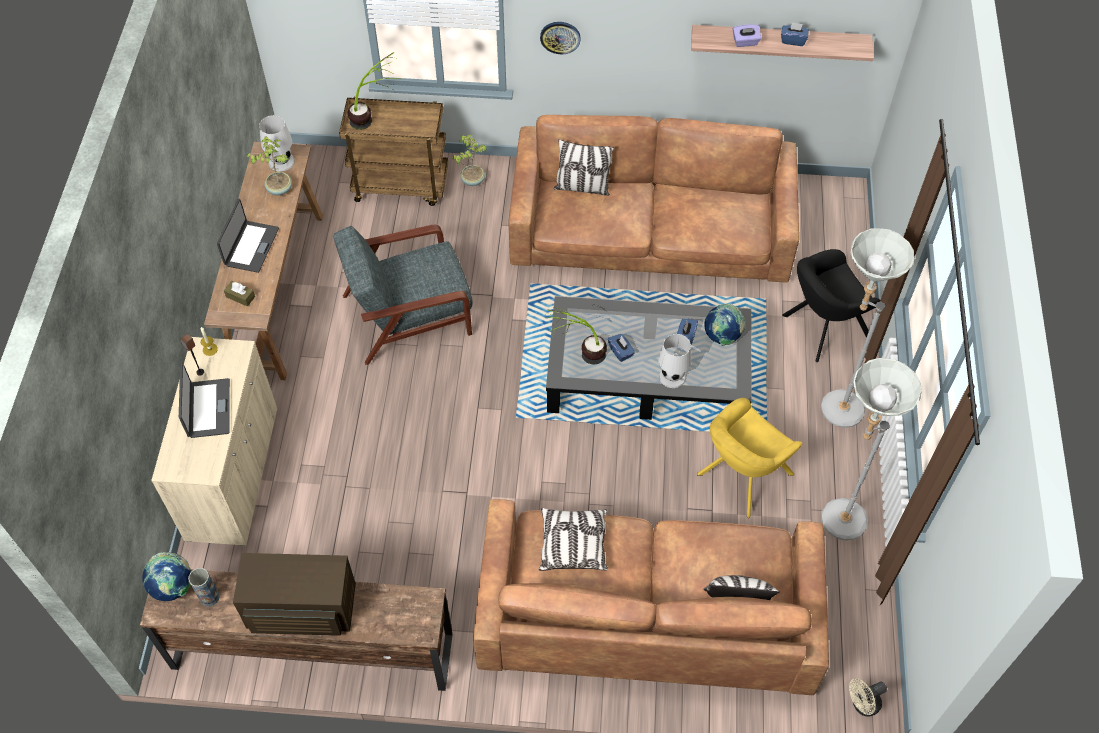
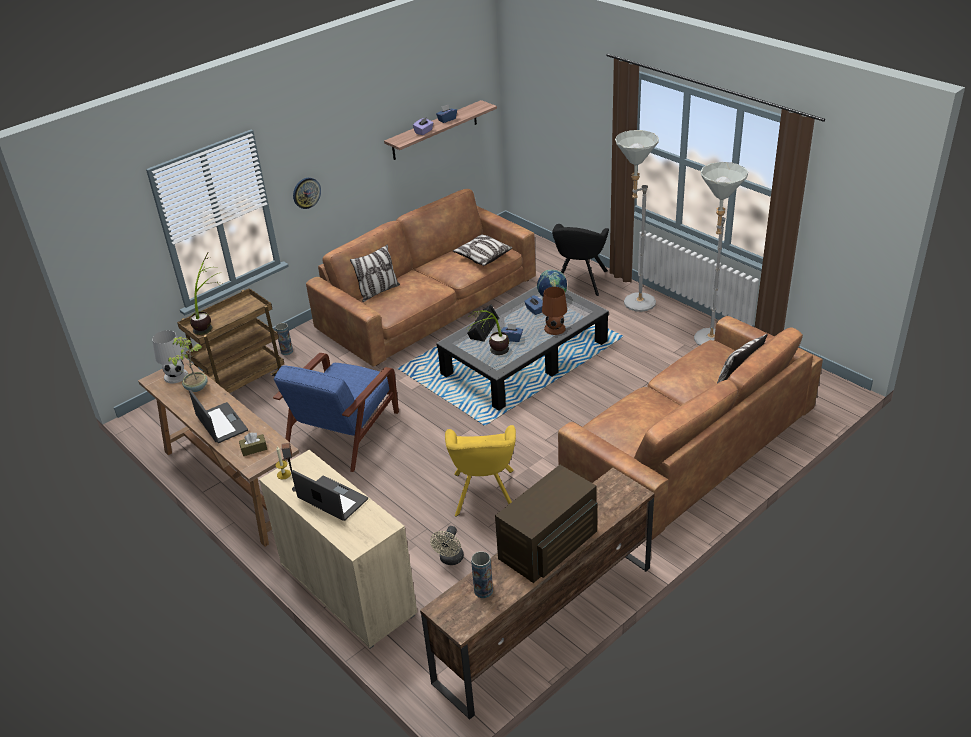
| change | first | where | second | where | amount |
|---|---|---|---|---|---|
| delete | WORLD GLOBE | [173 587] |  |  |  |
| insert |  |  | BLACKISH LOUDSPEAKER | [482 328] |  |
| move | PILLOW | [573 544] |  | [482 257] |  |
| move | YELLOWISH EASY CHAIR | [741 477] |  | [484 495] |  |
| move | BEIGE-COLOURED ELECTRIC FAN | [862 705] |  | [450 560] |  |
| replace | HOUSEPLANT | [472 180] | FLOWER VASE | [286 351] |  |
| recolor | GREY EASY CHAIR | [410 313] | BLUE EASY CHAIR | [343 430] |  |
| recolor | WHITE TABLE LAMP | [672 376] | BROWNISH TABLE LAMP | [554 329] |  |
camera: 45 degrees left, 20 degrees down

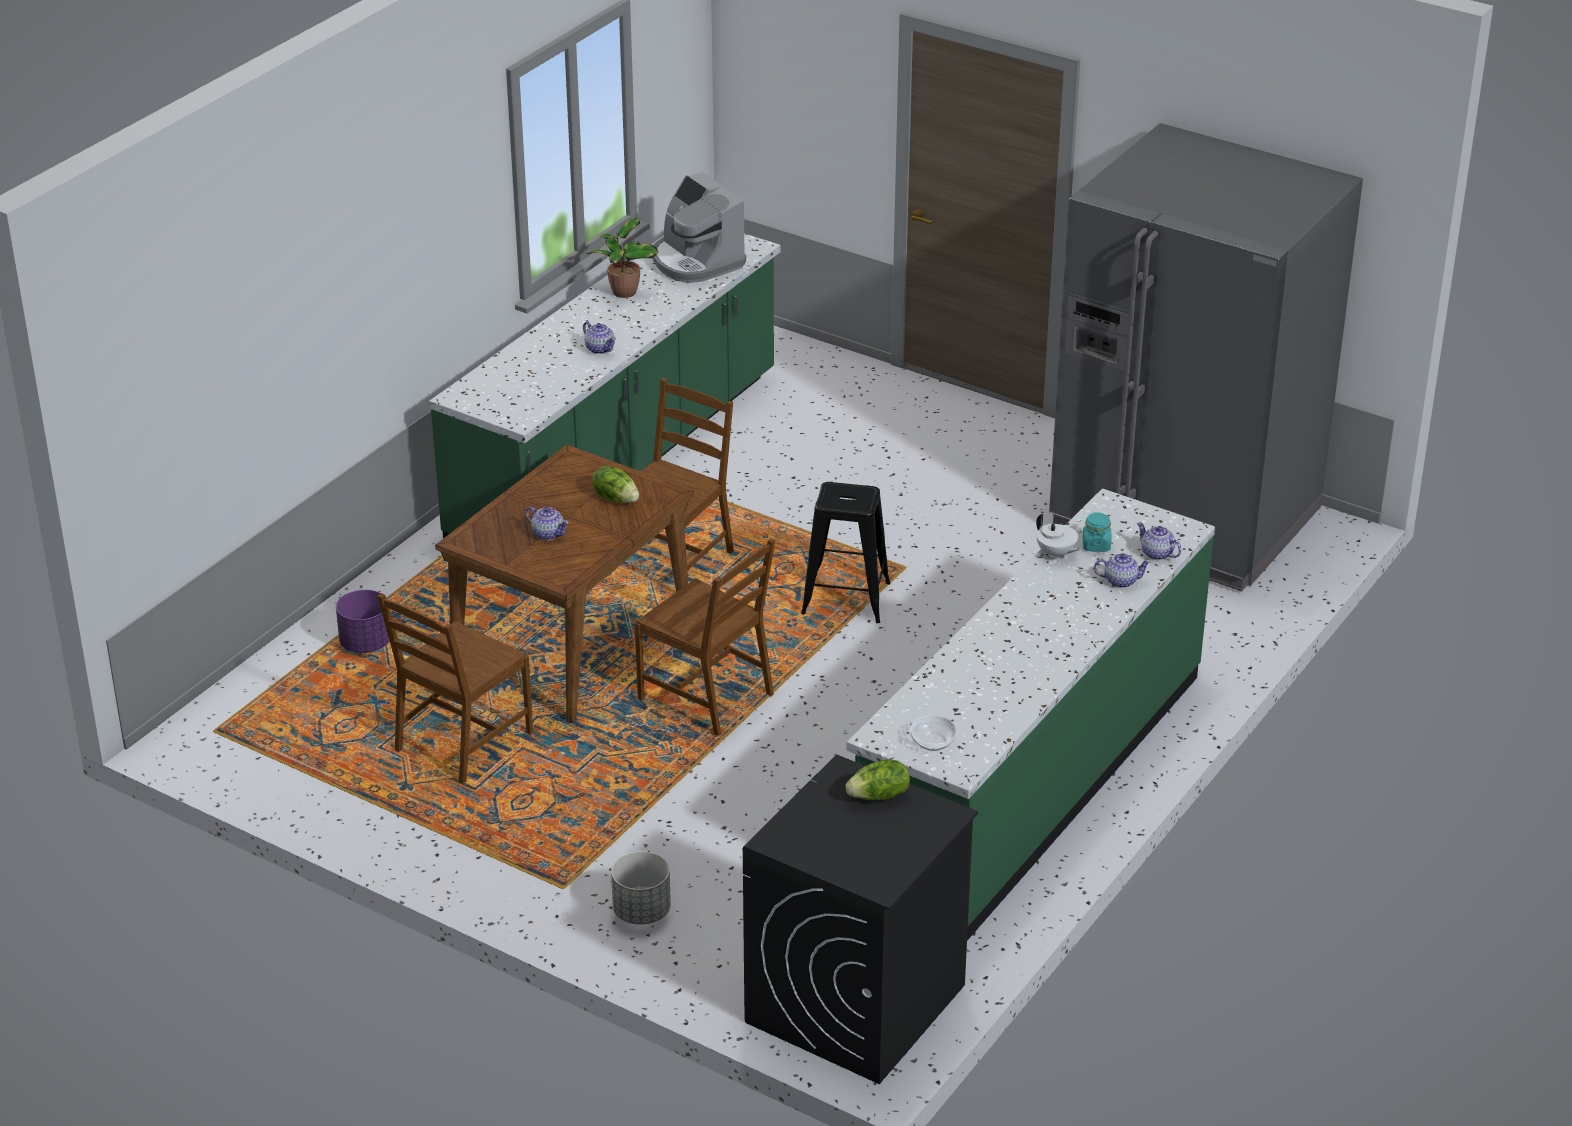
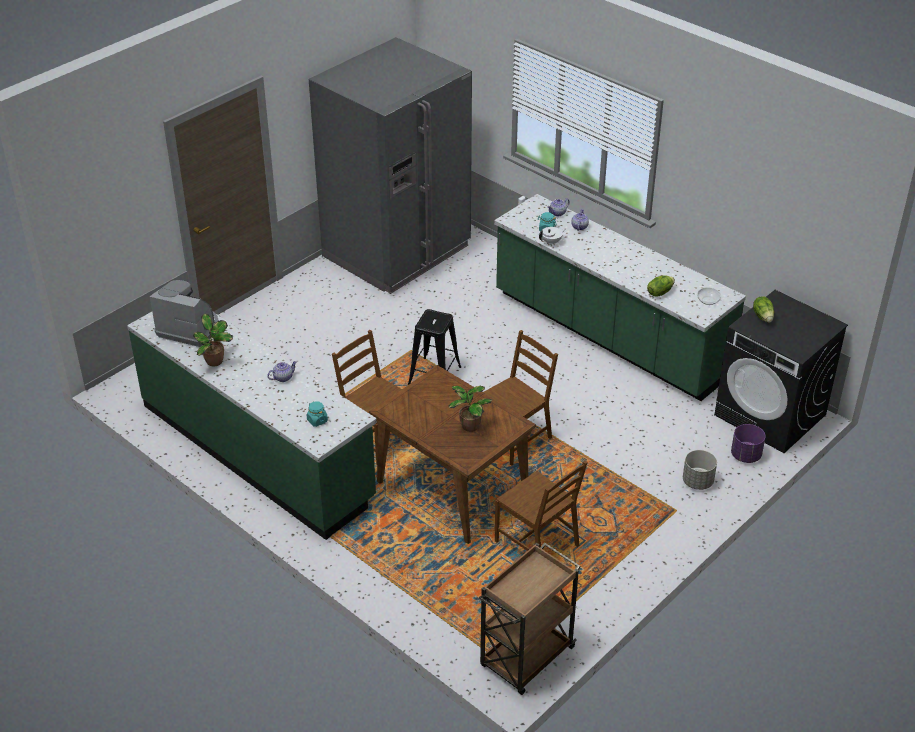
| change | first | where | second | where | amount |
|---|---|---|---|---|---|
| insert |  |  | BLUE-GREEN JAR | [317 420] |  |
| insert |  |  | BROWNISH CART | [526 658] |  |
| move | PURPLISH PLANT POT | [365 643] |  | [745 455] |  |
| move | LETTUCE | [616 498] |  | [659 292] |  |
| replace | TEA POT | [548 534] | HOUSEPLANT | [469 426] |  |
| rotate | COFFEE BREWER | [695 261] |  | [189 328] | 135 degrees counterclockwise |
camera: 80 degrees left, 5 degrees up

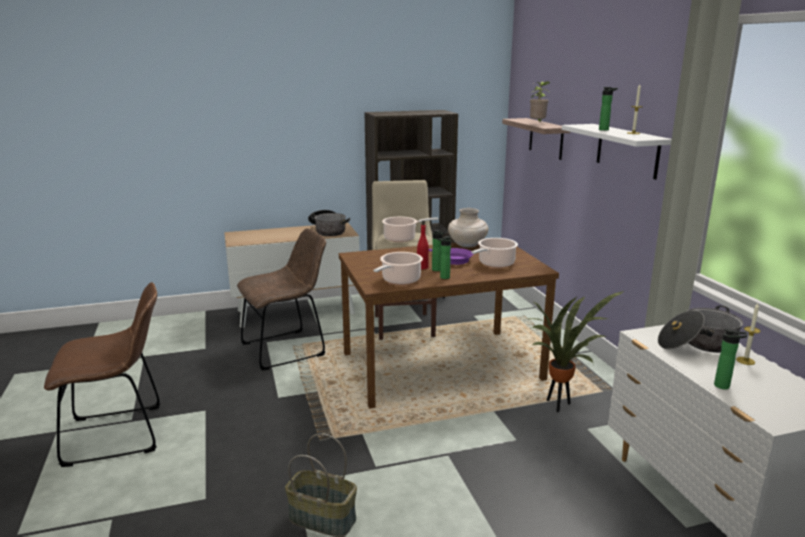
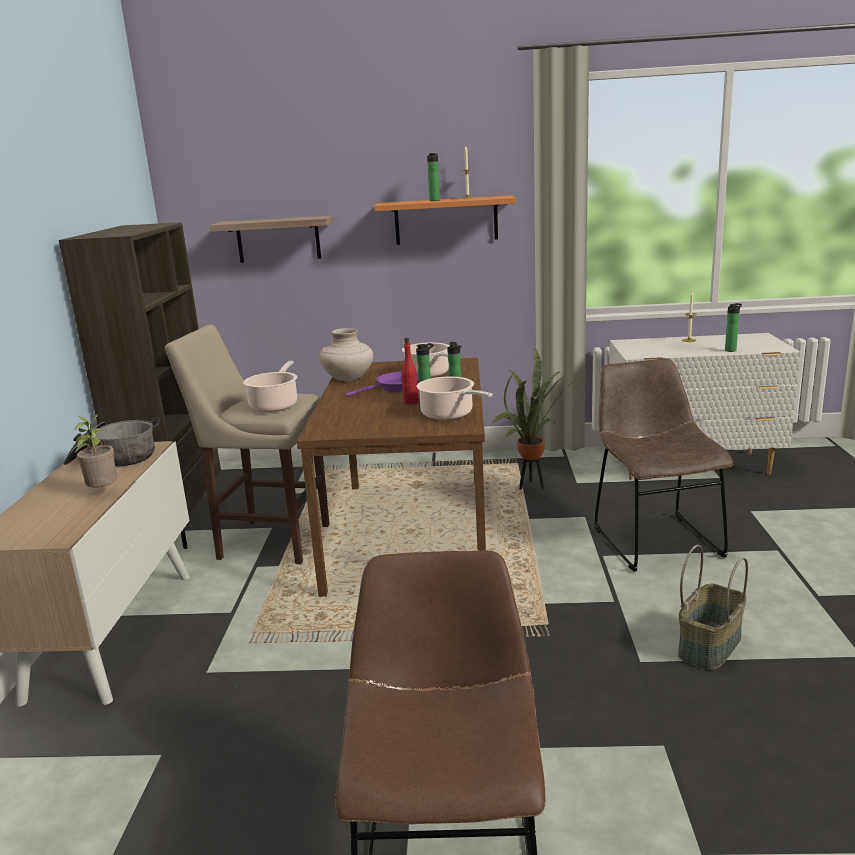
| change | first | where | second | where | amount |
|---|---|---|---|---|---|
| delete | STOCKPOT | [697 344] |  |  |  |
| move | BROWNISH PLAIN CHAIR | [287 348] |  | [653 539] |  |
| move | HOUSEPLANT | [538 124] |  | [103 492] |  |
| recolor | WHITE SHELF | [627 150] | ORANGE SHELF | [446 220] |  |
camera: 70 degrees left, 0 degrees up

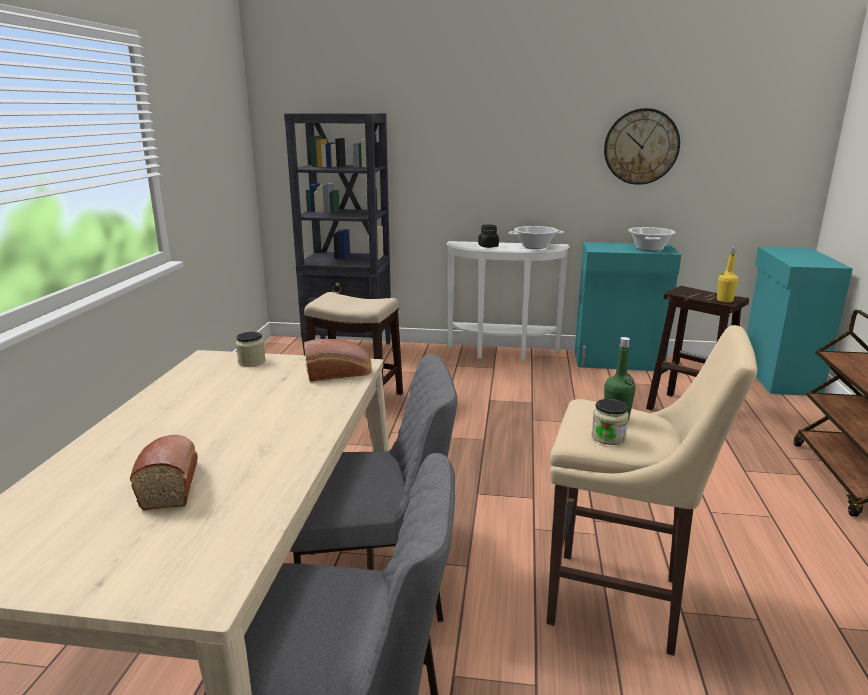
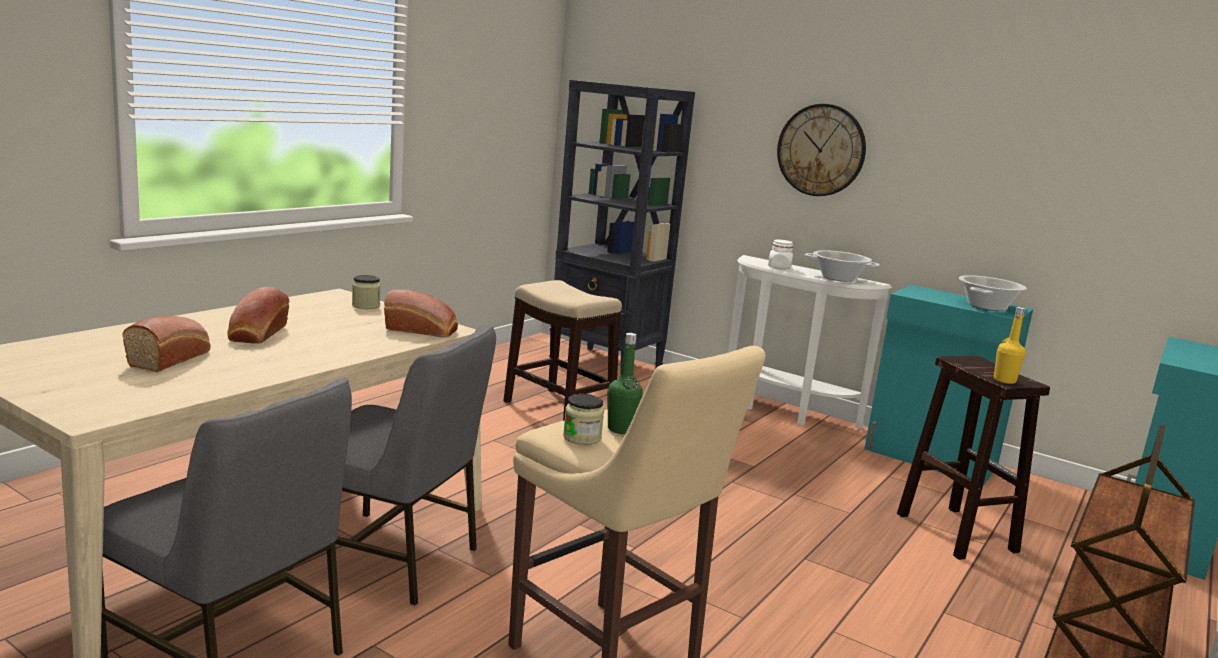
| change | first | where | second | where | amount |
|---|---|---|---|---|---|
| insert |  |  | BAKED BREAD | [257 334] |  |
| move | WALL CLOCK | [641 146] |  | [821 150] |  |
| recolor | BLACKISH JAR | [488 246] | WHITE JAR | [779 267] |  |
camera: 25 degrees right, 5 degrees down

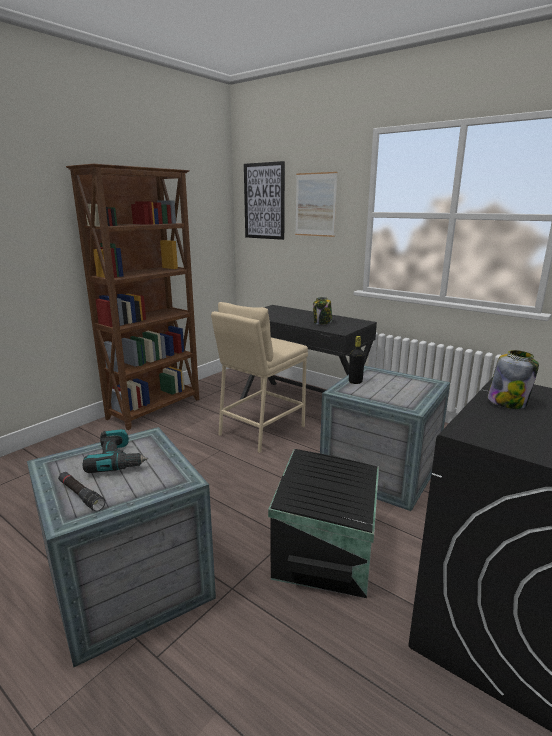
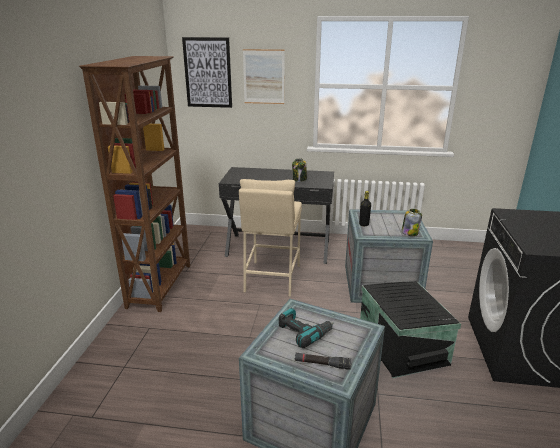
| change | first | where | second | where | amount |
|---|---|---|---|---|---|
| move | JAR | [507 402] |  | [409 233] |  |
camera: 30 degrees left, 5 degrees up

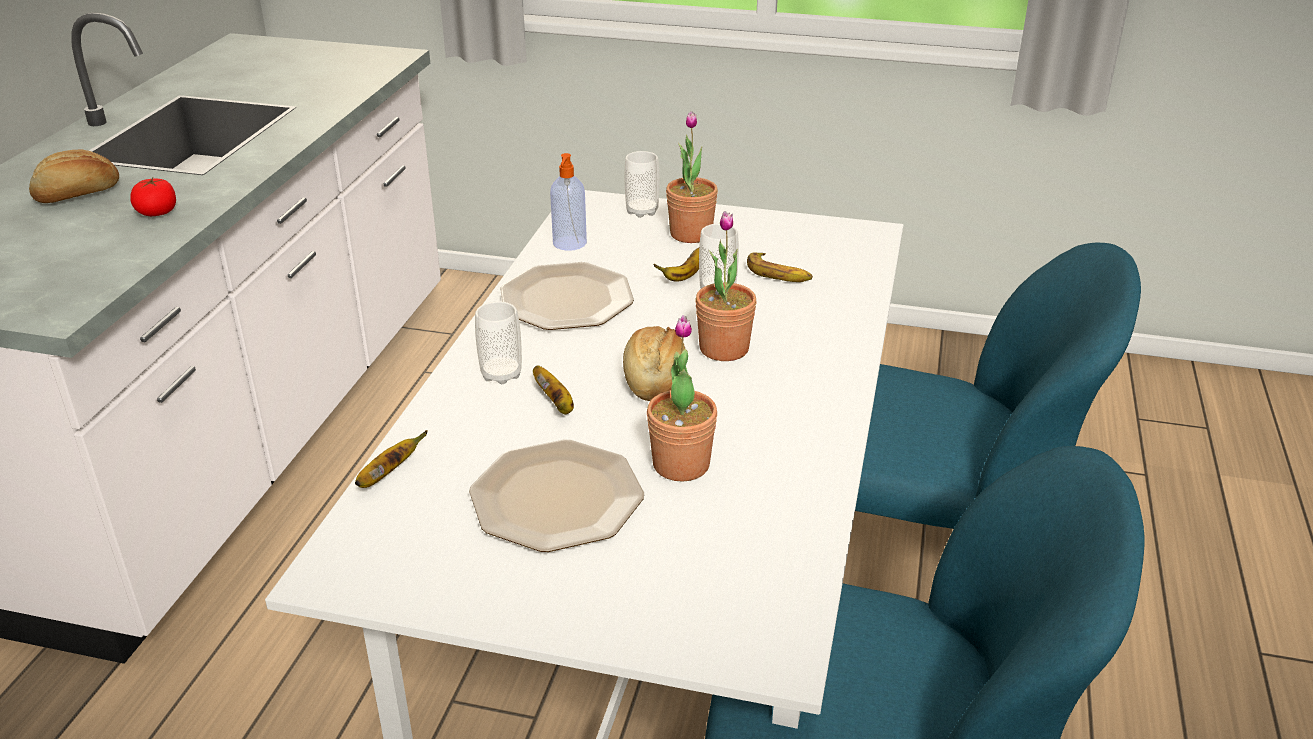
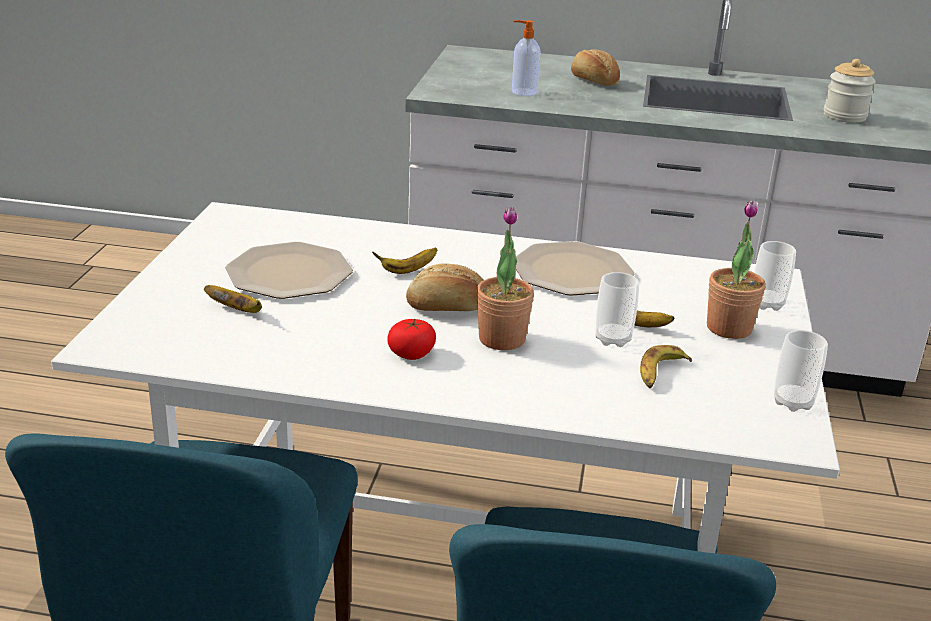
| change | first | where | second | where | amount |
|---|---|---|---|---|---|
| delete | HOUSEPLANT | [681 464] |  |  |  |
| insert |  |  | JAR | [844 116] |  |
| move | TOMATO | [157 212] |  | [411 353] |  |
| move | BANANA FRUIT | [388 474] |  | [237 310] |  |
| move | CUP | [501 374] |  | [793 402] |  |
| move | LIQUID SOAP BOTTLE | [569 244] |  | [523 92] |  |
camera: 85 degrees right, 5 degrees down

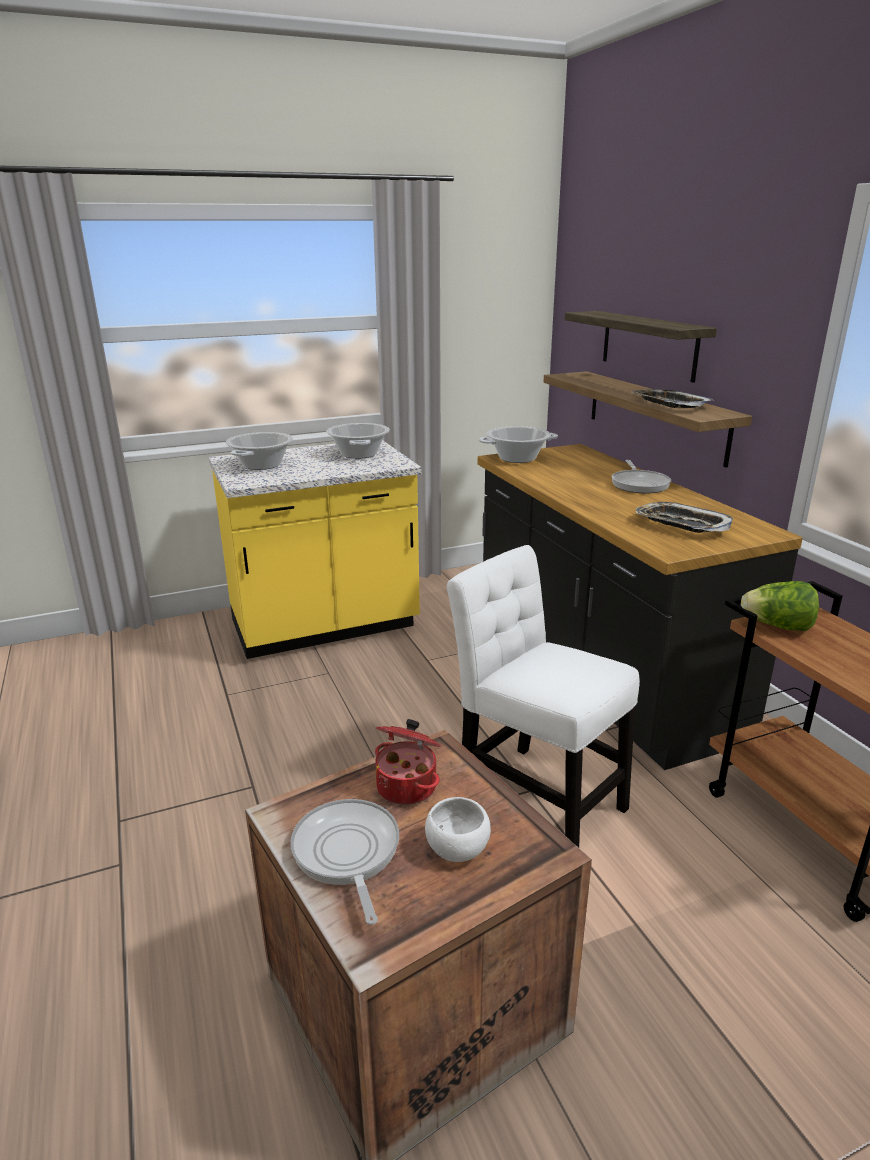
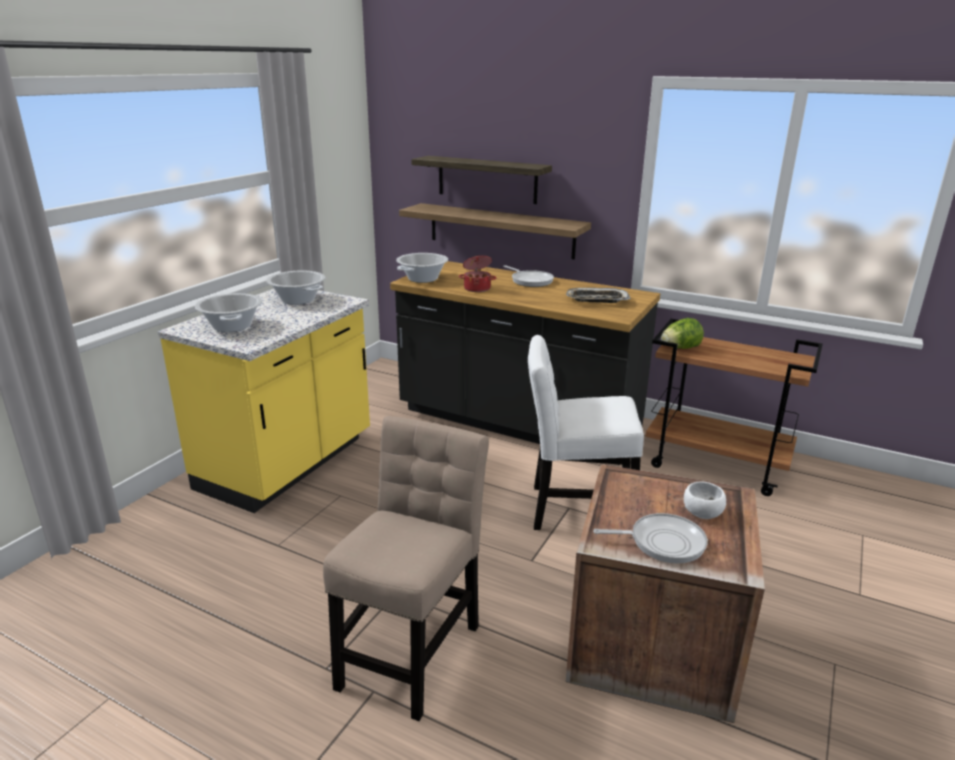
| change | first | where | second | where | amount |
|---|---|---|---|---|---|
| delete | SERVING TRAY | [670 404] |  |  |  |
| insert |  |  | BEIGE-COLOURED PLAIN CHAIR | [412 649] |  |
| move | STOCKPOT | [408 786] |  | [477 288] |  |
| rotate | FRYING PAN | [347 853] |  | [662 542] | 150 degrees clockwise |
camera: 40 degrees left, 0 degrees up

